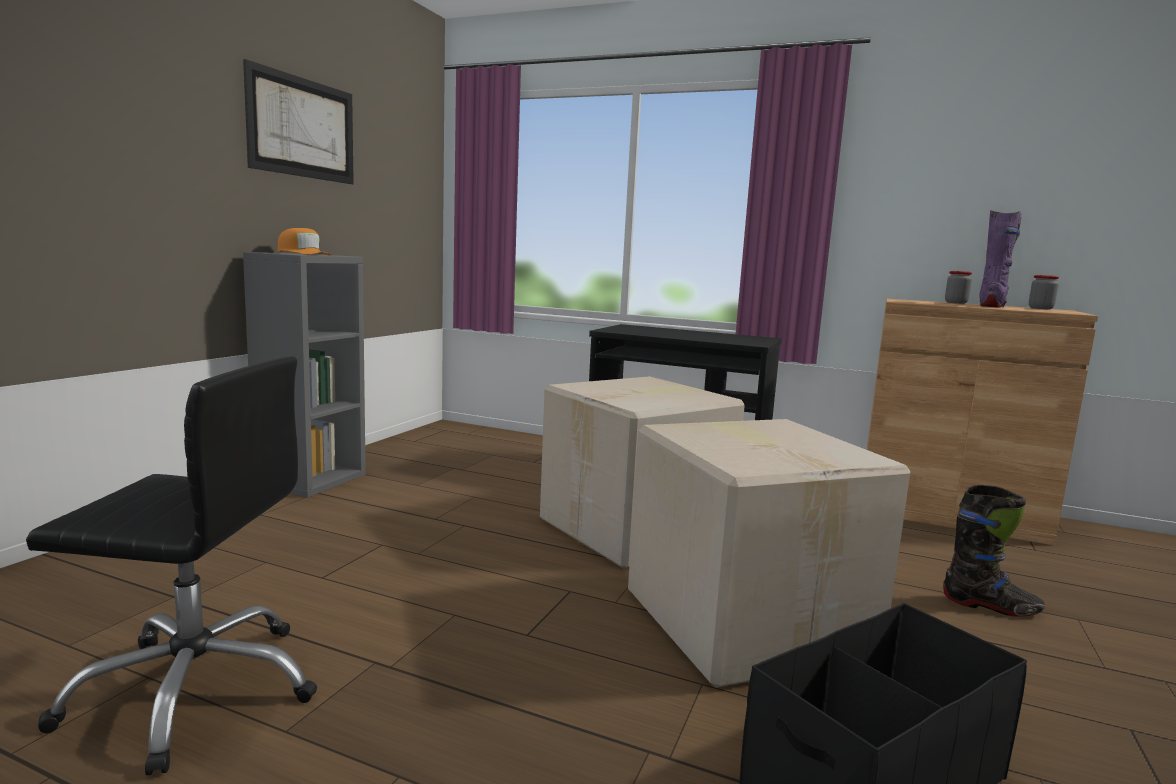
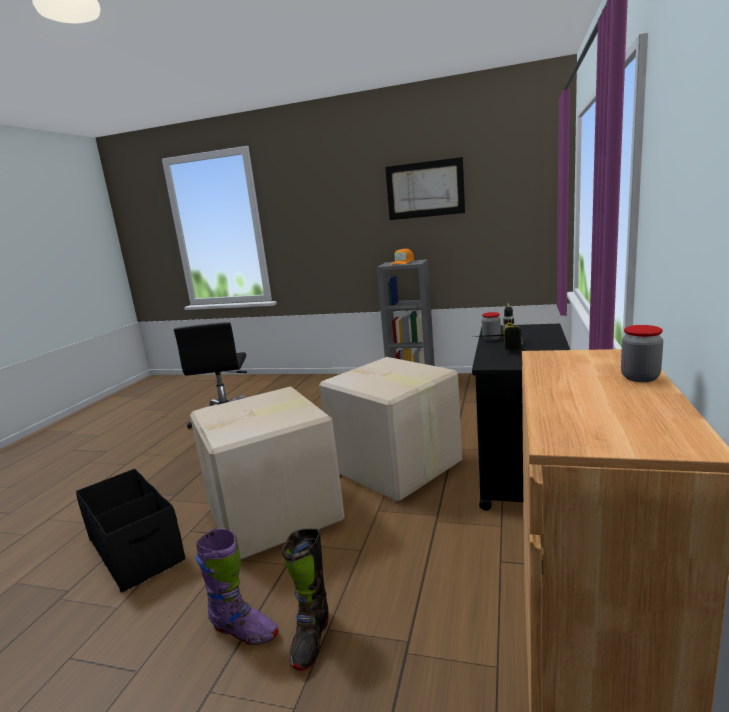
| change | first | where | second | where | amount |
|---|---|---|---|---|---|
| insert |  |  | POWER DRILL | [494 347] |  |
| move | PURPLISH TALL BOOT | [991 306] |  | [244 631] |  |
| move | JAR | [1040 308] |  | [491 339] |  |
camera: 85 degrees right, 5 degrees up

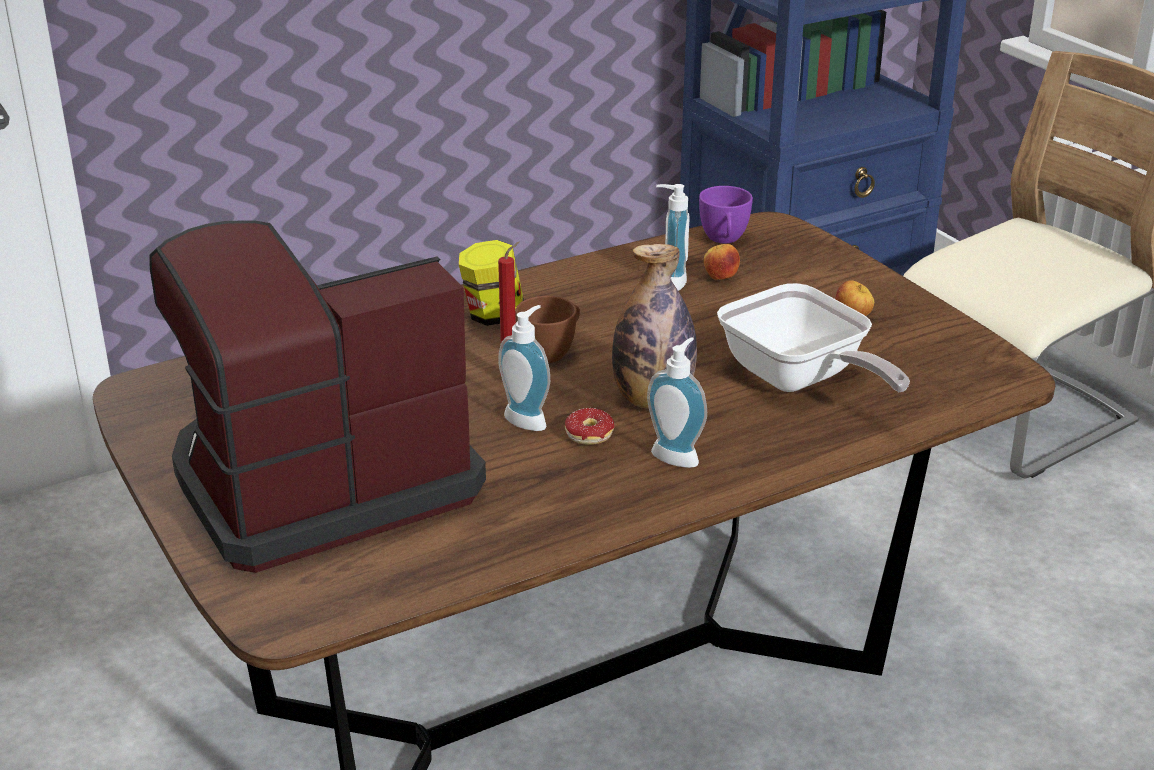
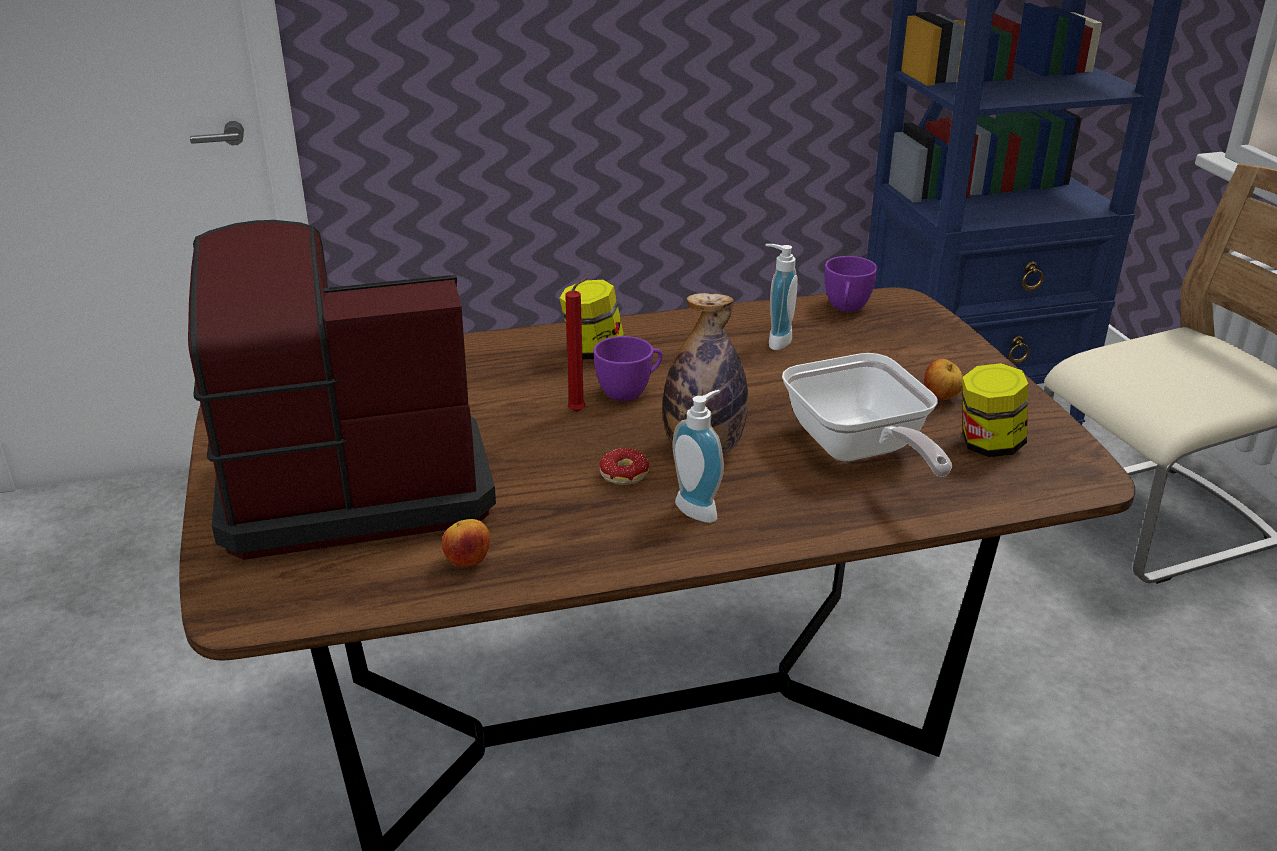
| change | first | where | second | where | amount |
|---|---|---|---|---|---|
| delete | LIQUID SOAP BOTTLE | [529 419] |  |  |  |
| insert |  |  | JAR | [988 445] |  |
| move | APPLE FRUIT | [720 278] |  | [467 562] |  |
| recolor | BROWNISH CUP | [552 352] | PURPLISH CUP | [630 391] |  |
camera: 15 degrees right, 0 degrees up

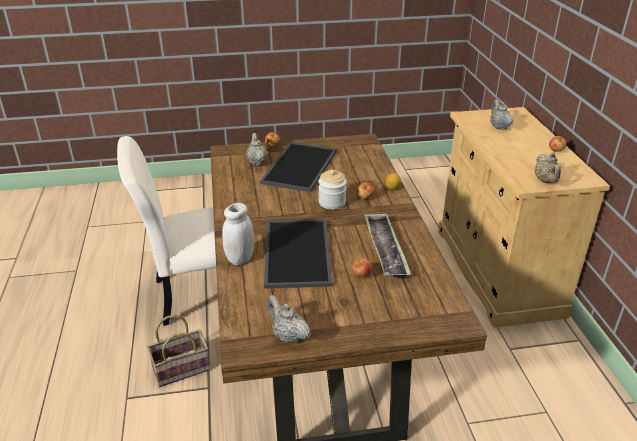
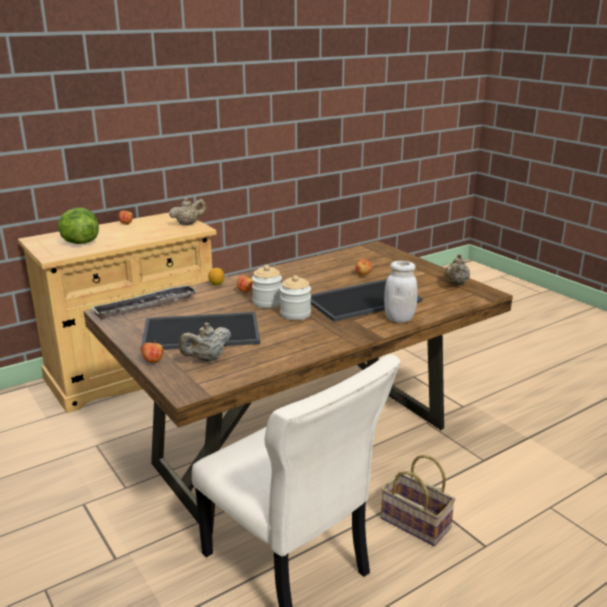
| change | first | where | second | where | amount |
|---|---|---|---|---|---|
| insert |  |  | JAR | [295 314] |  |
| move | SERVING TRAY | [385 249] |  | [145 306] |  |
| replace | BEIGE-COLOURED TEA POT | [498 127] | LETTUCE | [79 242] |  |
camera: 115 degrees left, 10 degrees down

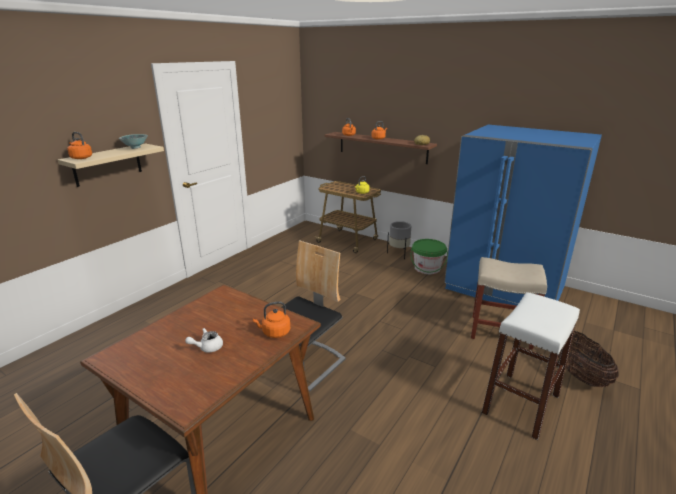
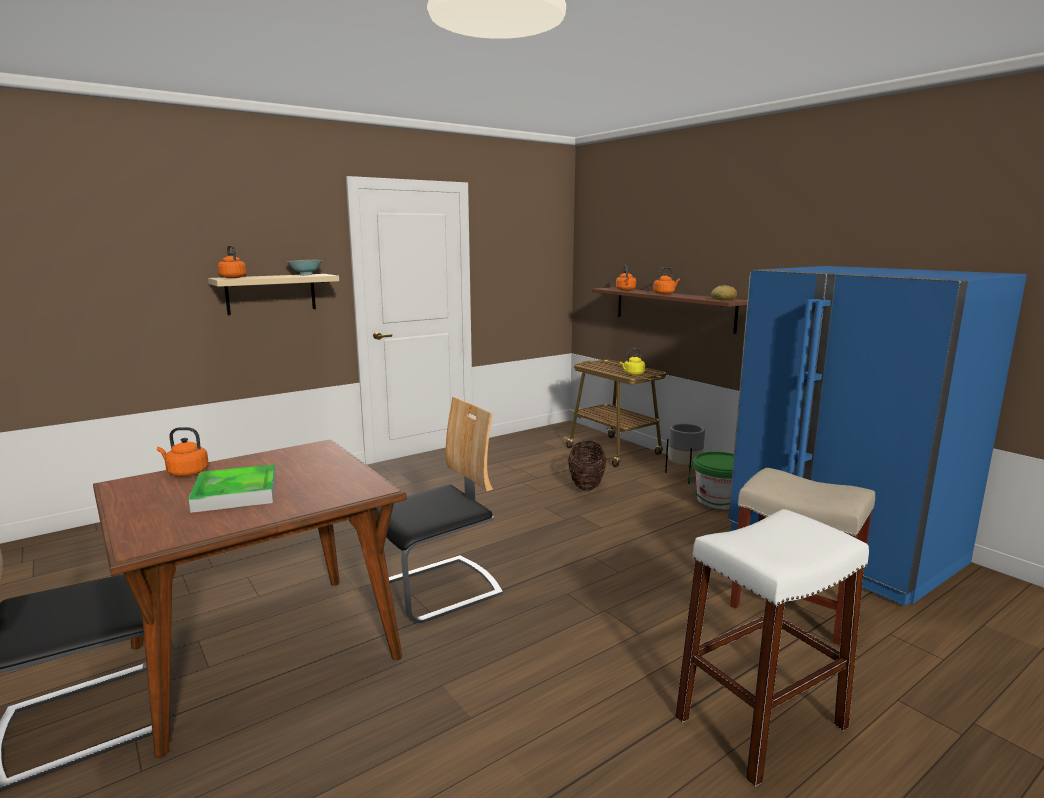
| change | first | where | second | where | amount |
|---|---|---|---|---|---|
| move | ORANGE KETTLE | [274 333] |  | [186 473] |  |
| move | STORAGE BASKET | [578 374] |  | [586 485] |  |
| replace | WHITE TEA POT | [207 347] | SERVING TRAY | [236 493] |  |
camera: 20 degrees right, 10 degrees down

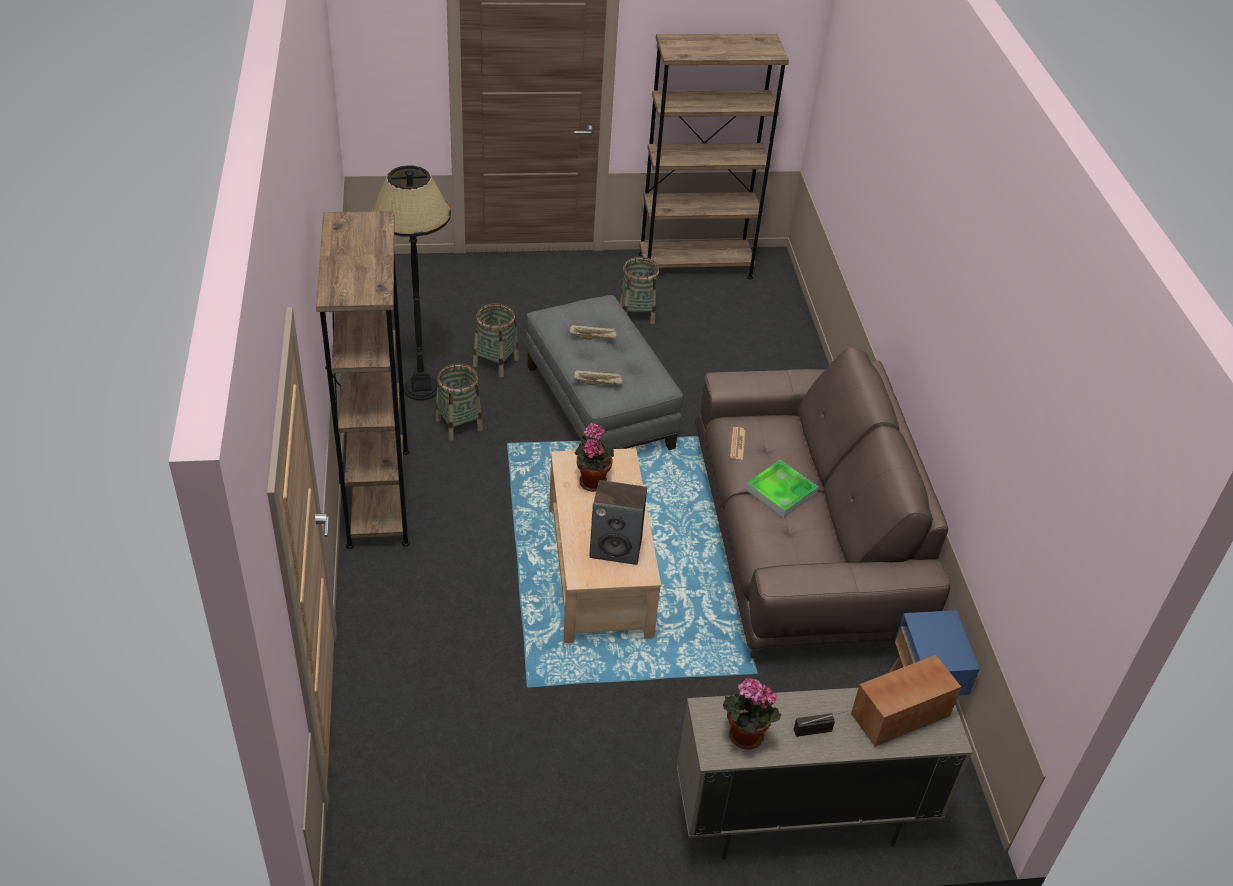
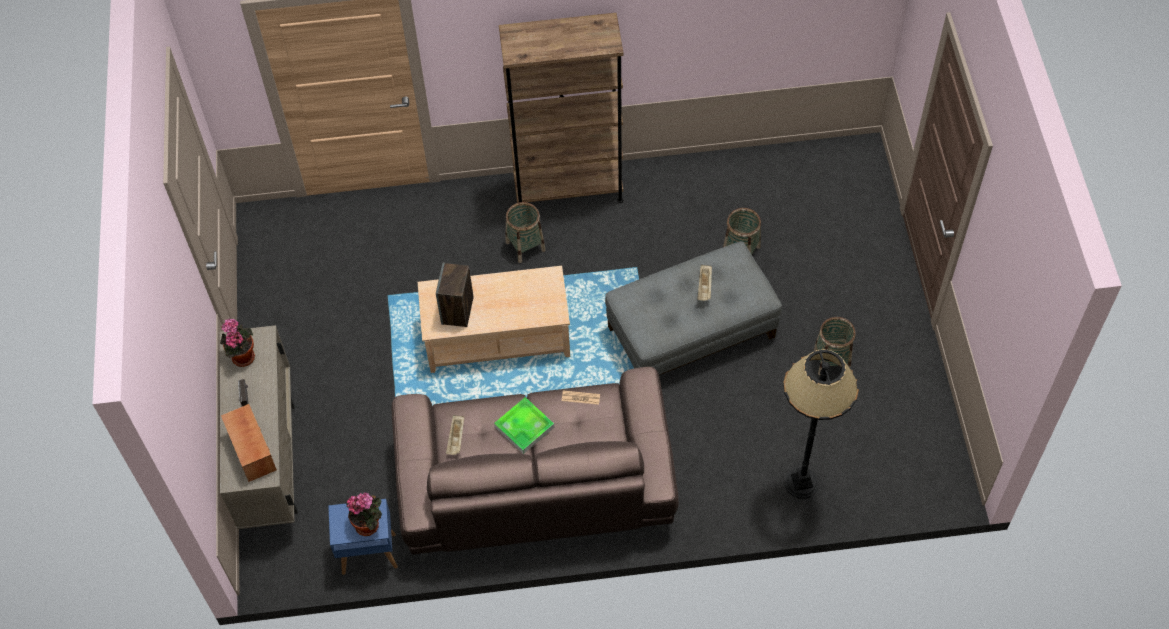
| change | first | where | second | where | amount |
|---|---|---|---|---|---|
| delete | BROWNISH BOOKSHELF | [695 266] |  |  |  |
| move | BLACKISH STANDARD LAMP | [421 389] |  | [801 483] |  |
| move | STORAGE BASKET | [459 425] |  | [525 246] |  |
| move | BEIGE-COLOURED SERVING TRAY | [598 383] |  | [456 439] |  |
| move | HOUSEPLANT | [592 480] |  | [369 524] |  |
camera: 95 degrees right, 15 degrees up

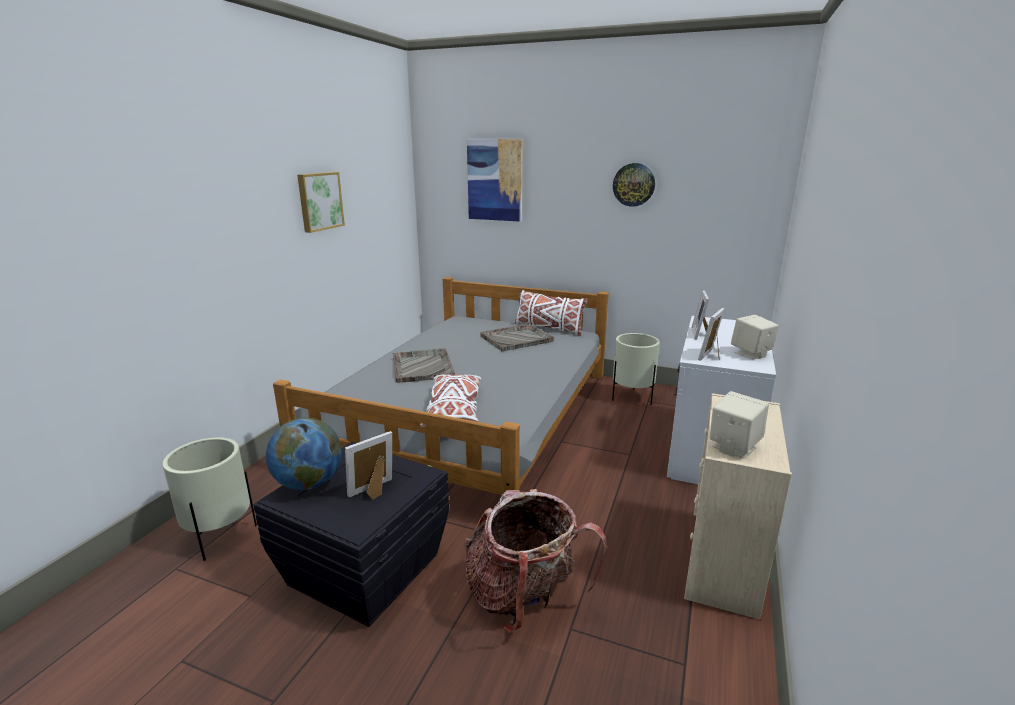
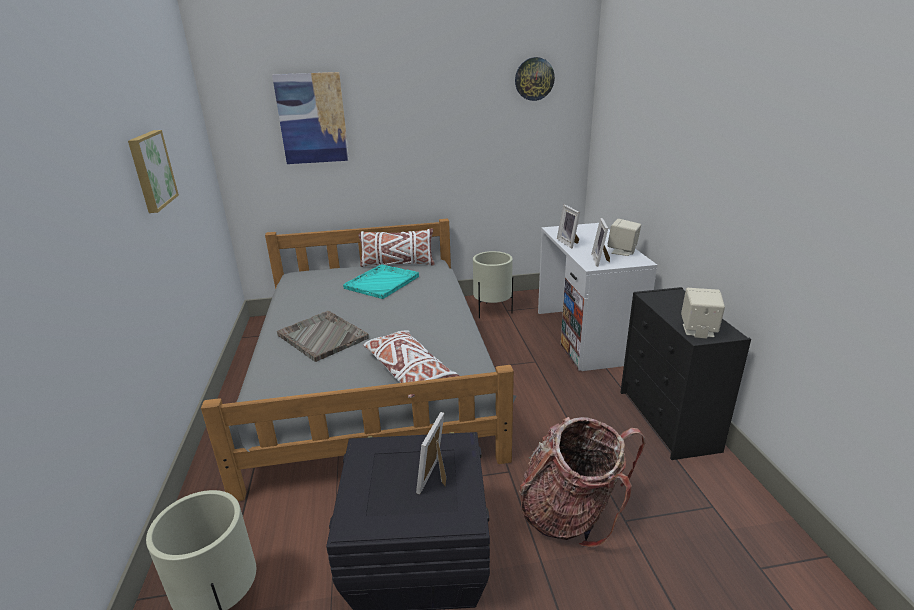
| change | first | where | second | where | amount |
|---|---|---|---|---|---|
| delete | WORLD GLOBE | [309 483] |  |  |  |
| move | WALL CLOCK | [633 184] |  | [534 79] |  |
| recolor | GREY SERVING TRAY | [517 339] | BLUE-GREEN SERVING TRAY | [382 282] |  |
| recolor | BEIGE-COLOURED DRAWER CHEST | [722 561] | BLACKISH DRAWER CHEST | [668 421] |  |
camera: 30 degrees left, 5 degrees up

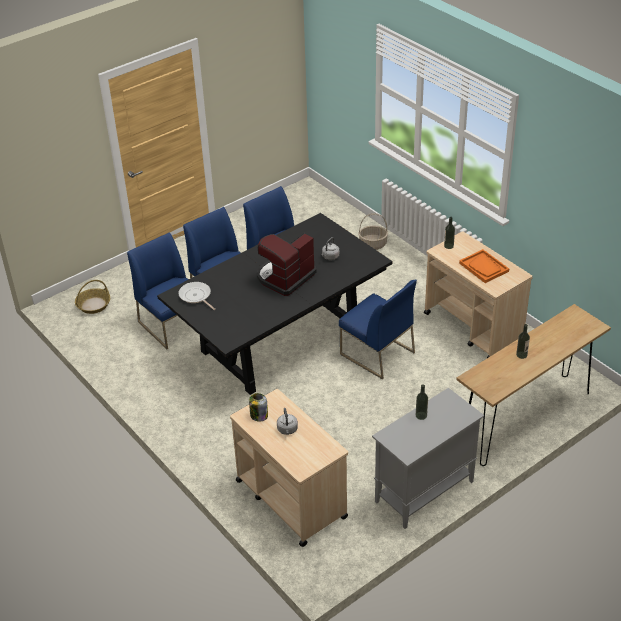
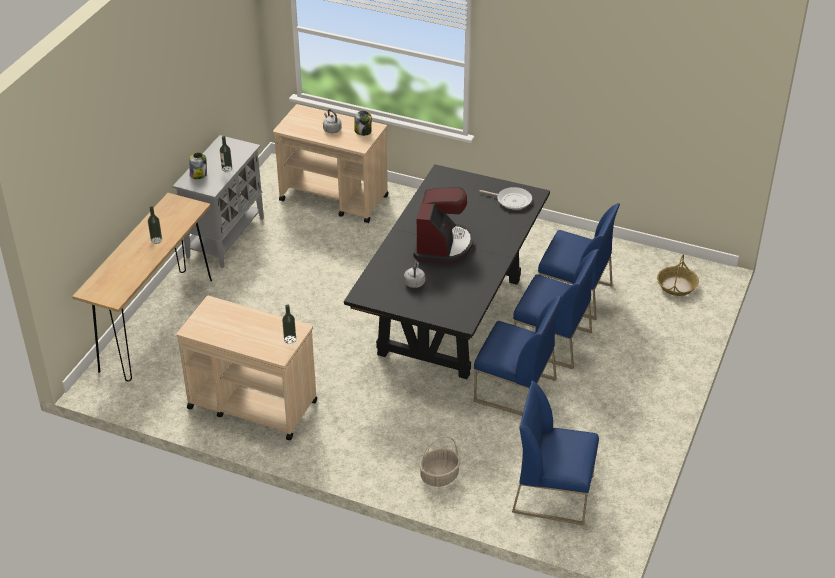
| change | first | where | second | where | amount |
|---|---|---|---|---|---|
| delete | ORANGE SERVING TRAY | [484 267] |  |  |  |
| insert |  |  | JAR | [198 174] |  |
| move | BLUE PLAIN CHAIR | [376 353] |  | [554 493] |  |
camera: 150 degrees right, 0 degrees up

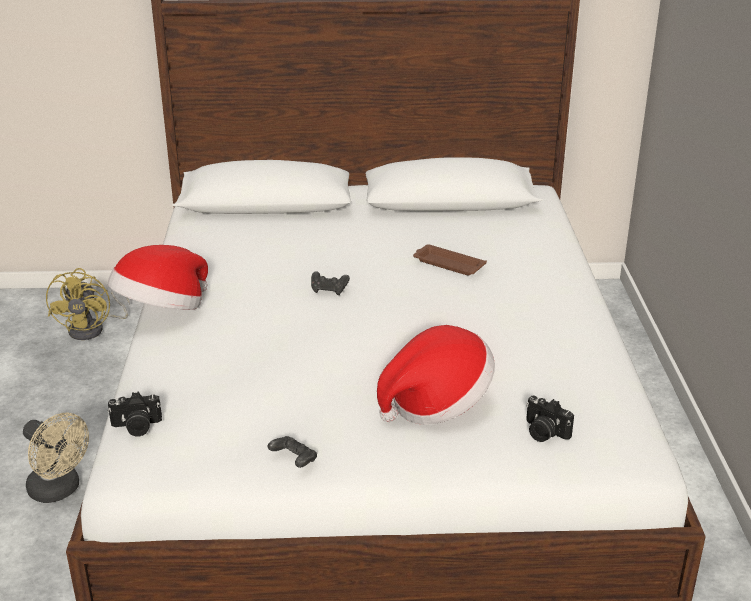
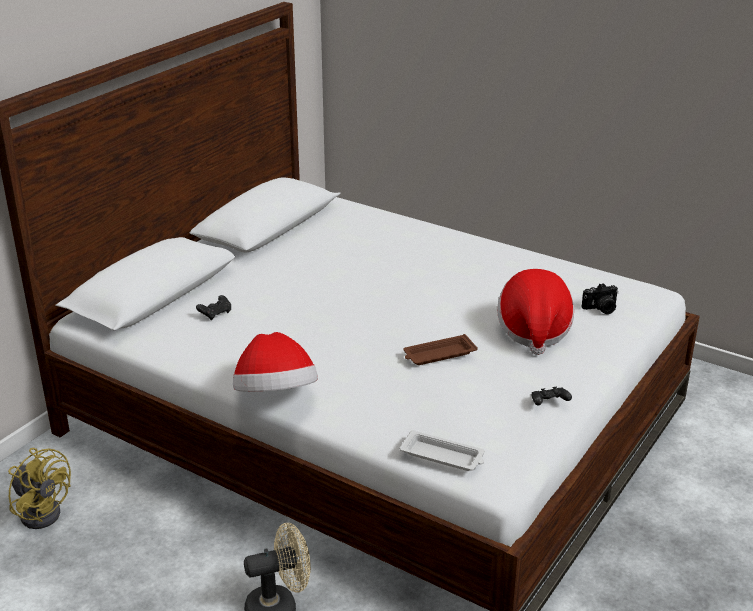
| change | first | where | second | where | amount |
|---|---|---|---|---|---|
| move | BLACKISH JOYPAD | [329 290] |  | [215 314] |  |
| move | BROWNISH SERVING TRAY | [447 264] |  | [438 354] |  |
| replace | STILL CAMERA | [136 427] | WHITE SERVING TRAY | [443 456] |  |
camera: 55 degrees left, 0 degrees up

